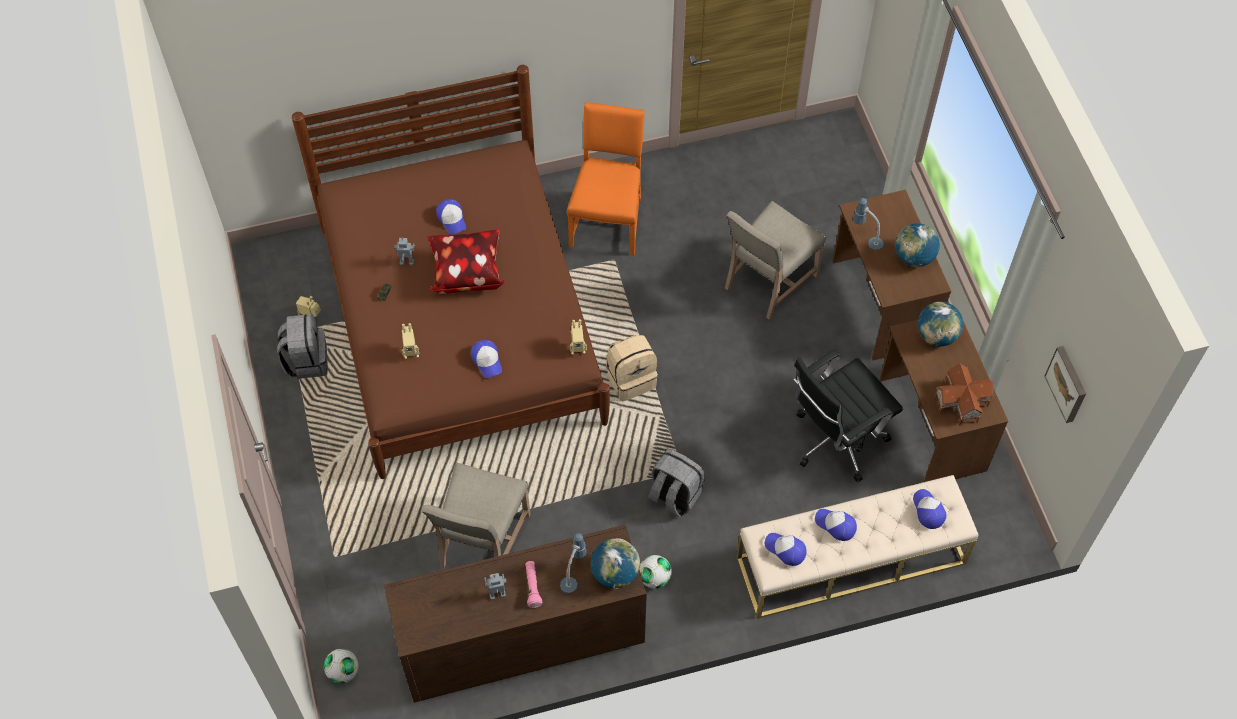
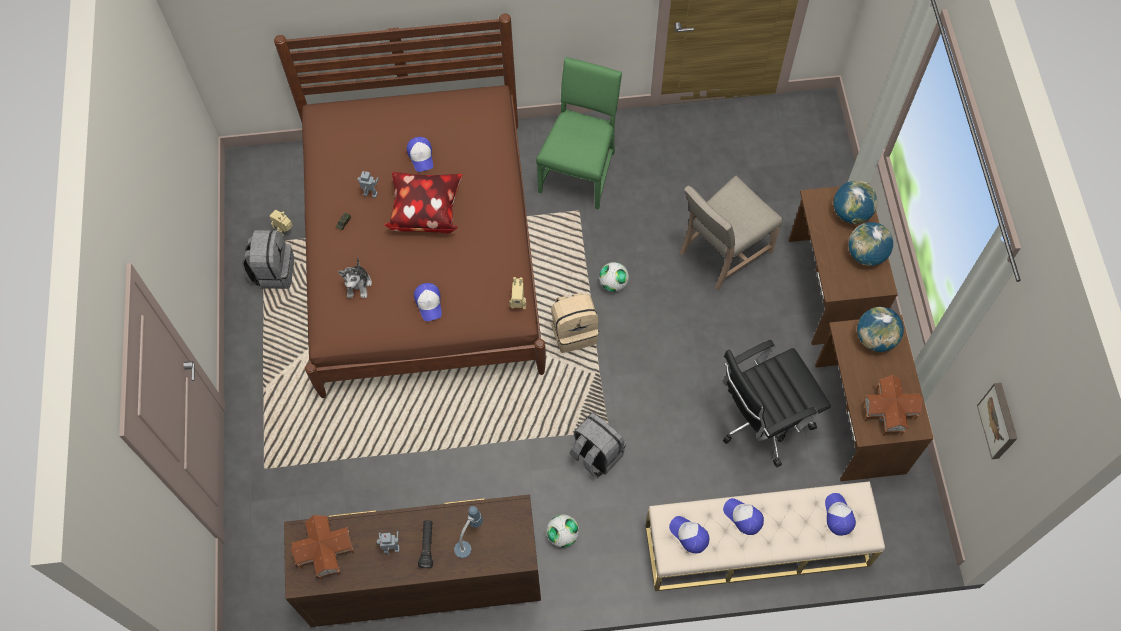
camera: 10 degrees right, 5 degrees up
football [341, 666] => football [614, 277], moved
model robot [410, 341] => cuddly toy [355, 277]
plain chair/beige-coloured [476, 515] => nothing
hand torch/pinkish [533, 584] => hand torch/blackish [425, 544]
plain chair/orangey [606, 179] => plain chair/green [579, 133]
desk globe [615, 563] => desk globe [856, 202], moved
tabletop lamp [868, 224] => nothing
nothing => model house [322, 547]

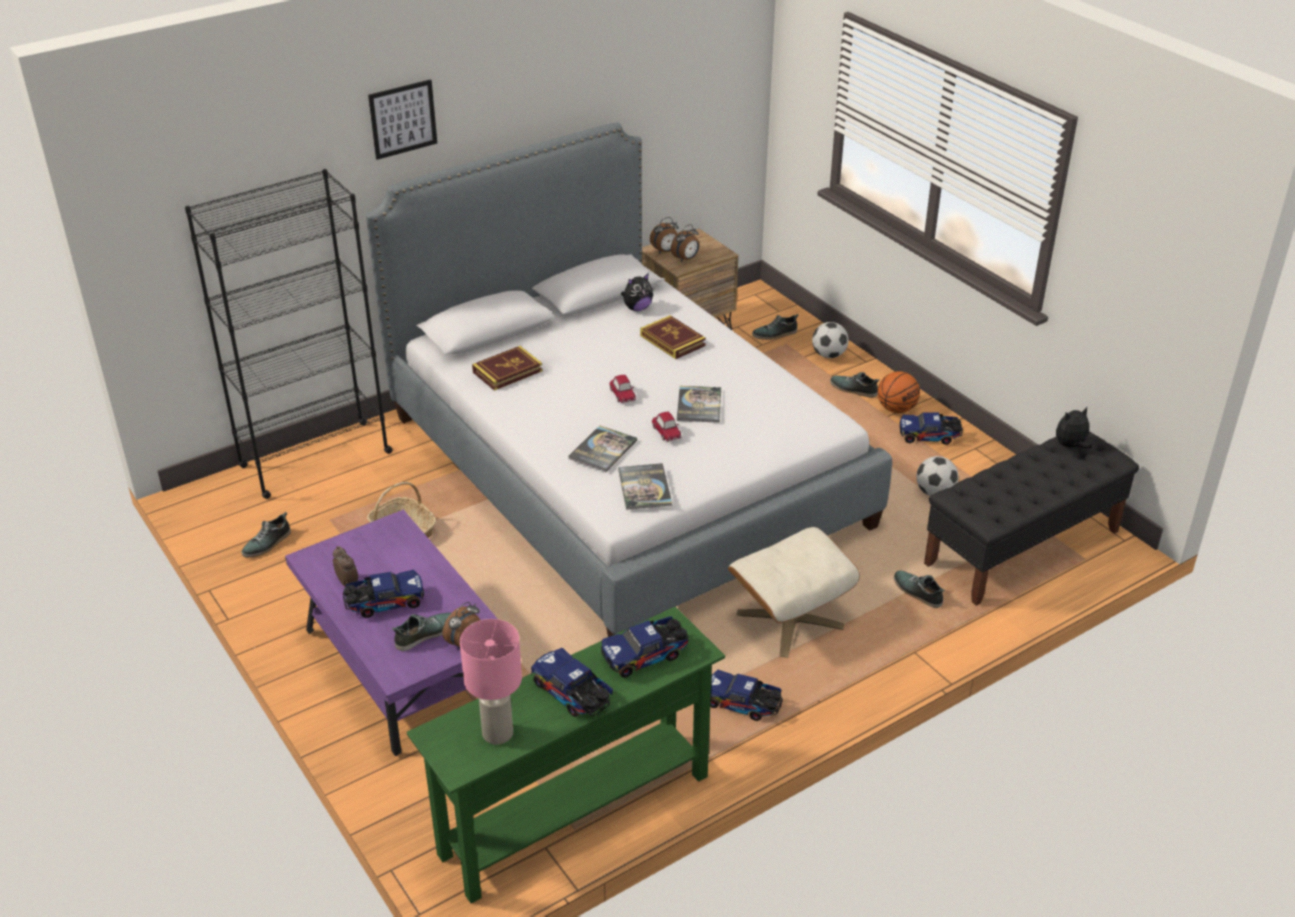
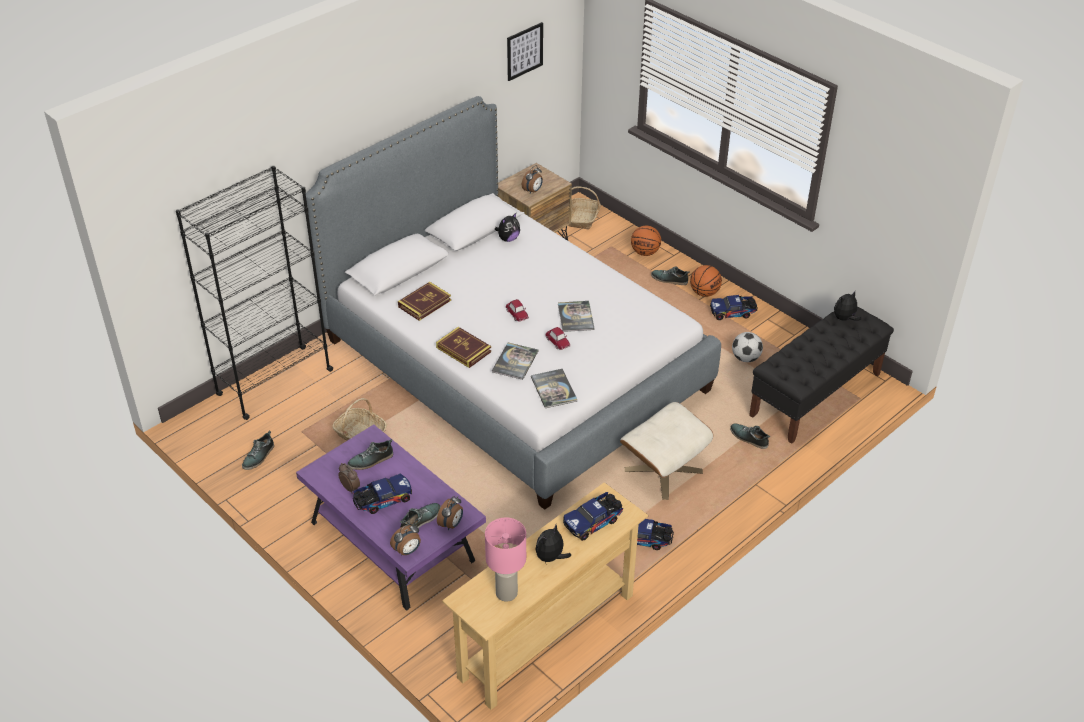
camera: 10 degrees left, 5 degrees up
wall art [402, 119] => wall art [525, 51], moved
hall table/green [566, 755] => hall table/beige-coloured [545, 596]
toy truck [572, 682] => cuddly toy [553, 544]
bound book [673, 337] => bound book [463, 347], moved
bedside clock [664, 235] => bedside clock [405, 540], moved
shoe [775, 327] => shoe [370, 454], moved
football [830, 340] => basketball ball [646, 241]
nothing => storage basket [585, 207]

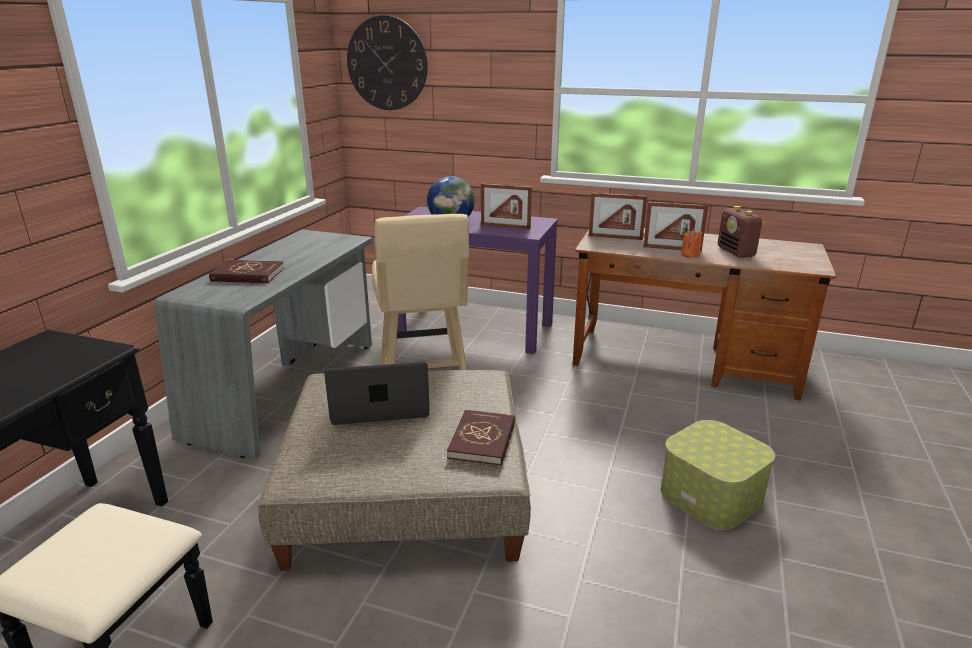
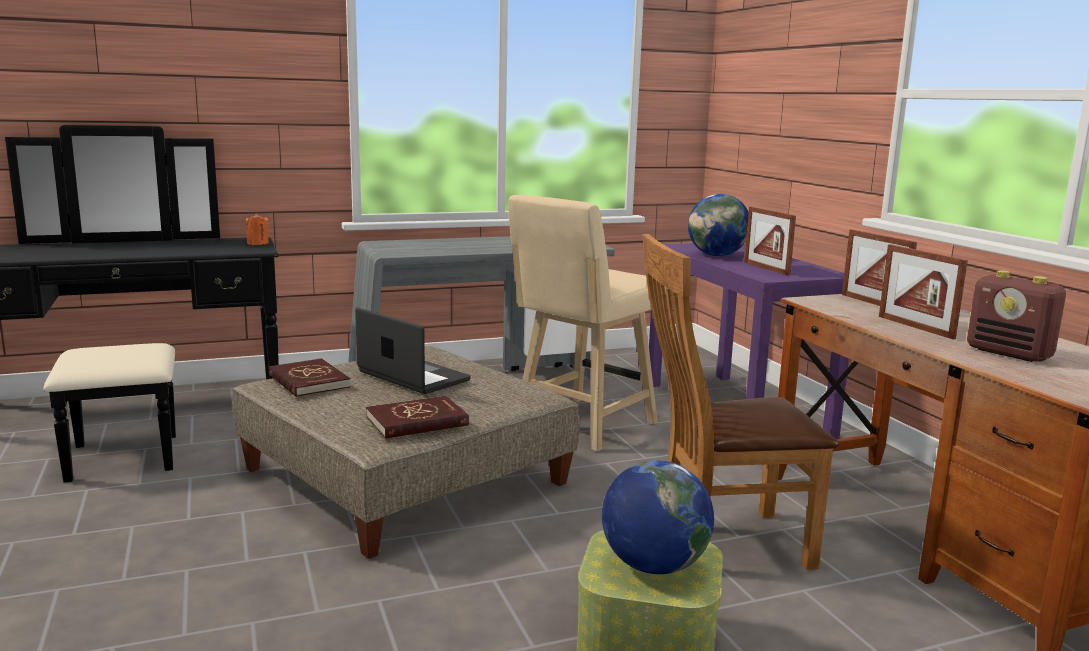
camera: 50 degrees right, 10 degrees down
bound book/red [246, 271] => bound book/red [310, 377], moved
wall clock [387, 62] => nothing
wax candle/orangey [691, 243] => wax candle/orangey [257, 229], moved
radio [741, 232] => radio [1016, 316], 75 degrees counterclockwise
nothing => desk globe [658, 517]
nothing => plain chair/brownish [741, 402]

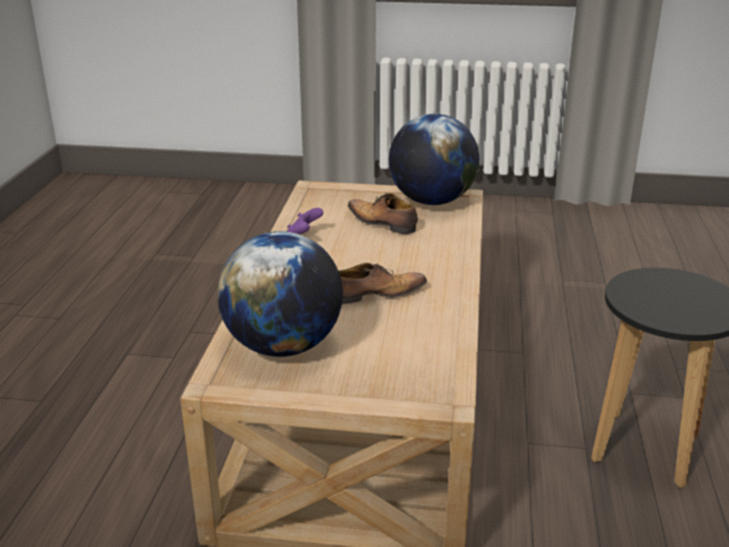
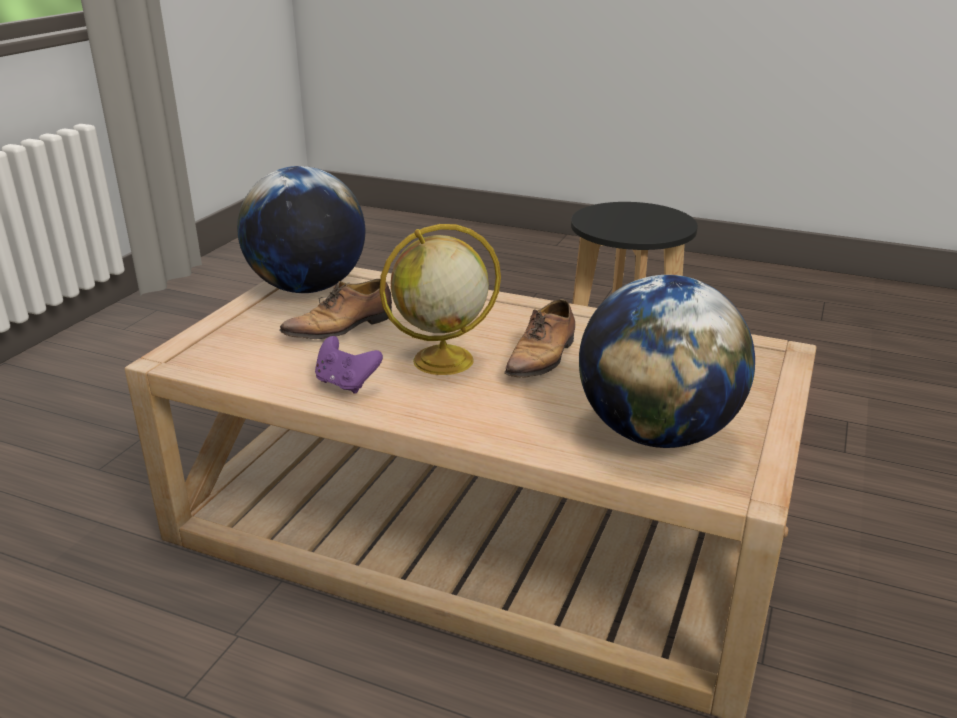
camera: 75 degrees left, 0 degrees up
shoe [383, 283] => shoe [539, 338], 150 degrees counterclockwise
nothing => desk globe [440, 299]

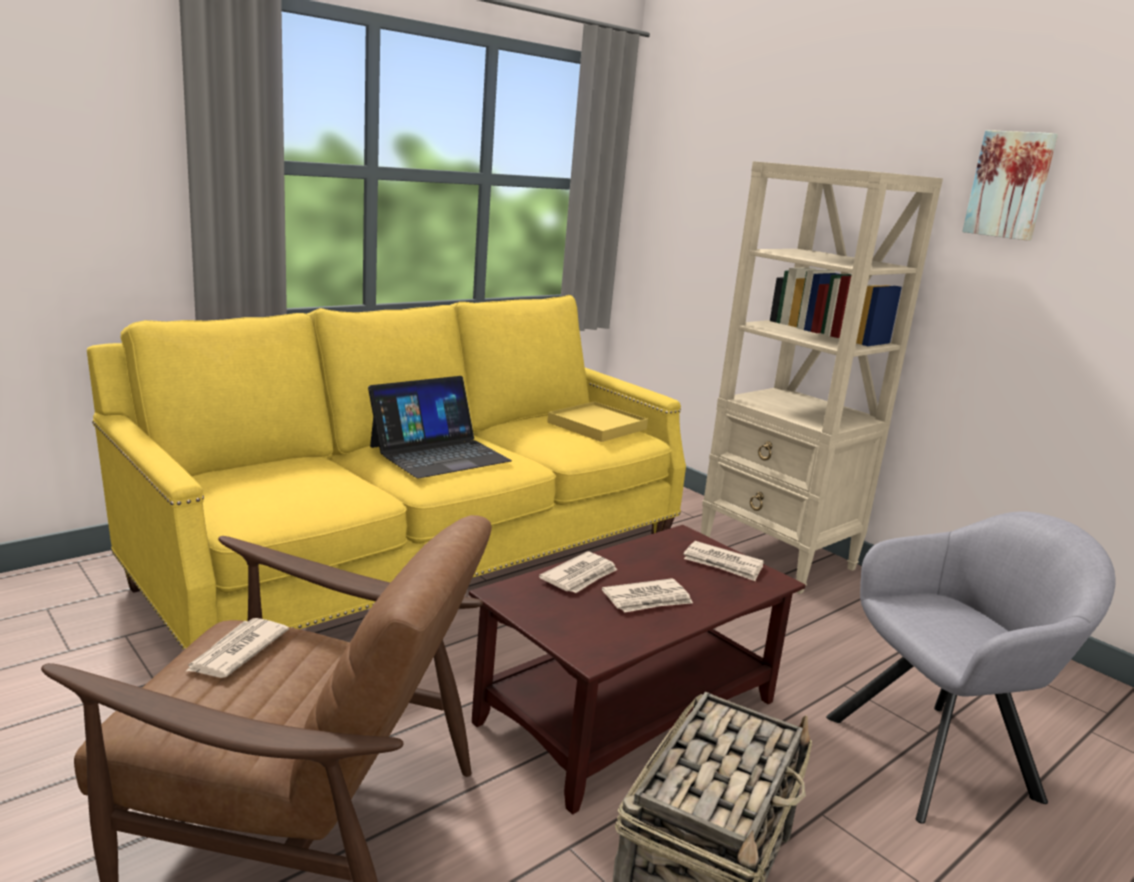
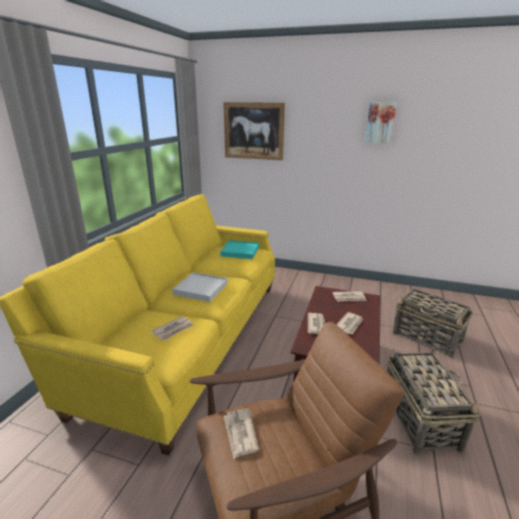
camera: 30 degrees left, 5 degrees up
laptop [440, 427] => carrying tray/whitish [200, 287]
carrying tray/yellow [597, 421] => carrying tray/blue-green [239, 249]
shelving unit/beige-coloured [822, 377] => nothing
armchair/gray [970, 667] => storage basket [432, 323]
nothing => newspaper [172, 328]
nothing => wall art [254, 131]

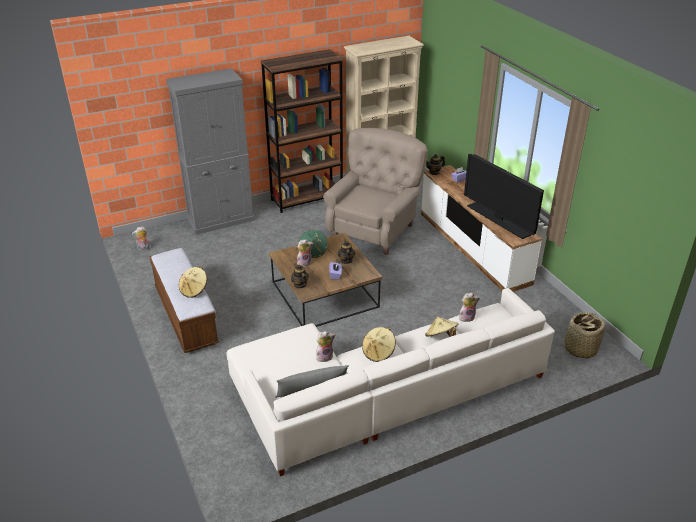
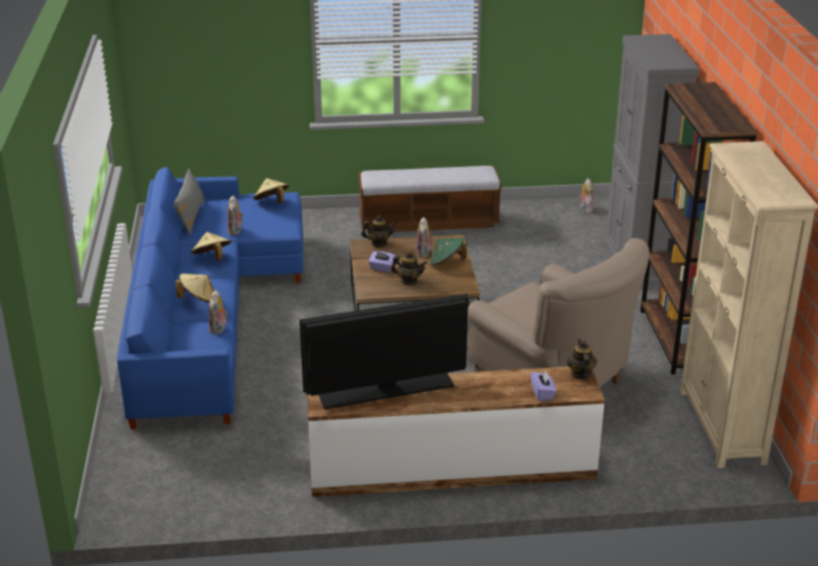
camera: 110 degrees right, 5 degrees down
clothing hat/beige-coloured [193, 282] => clothing hat/beige-coloured [271, 191], moved
couch/whitish [390, 382] => couch/blue-coloured [210, 298]
storage basket [584, 335] => nothing

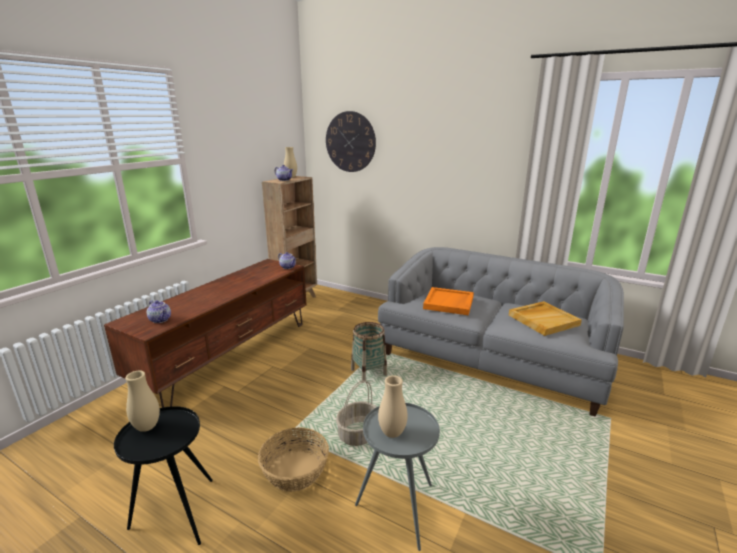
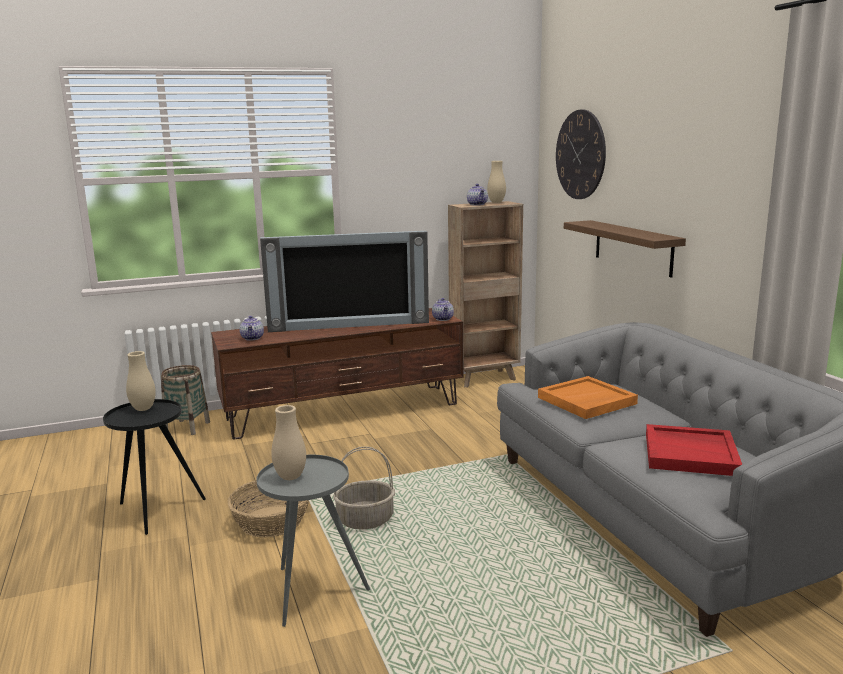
camera: 40 degrees right, 5 degrees down
storage basket [369, 352] => storage basket [185, 400], moved
carrying tray/beige-coloured [545, 318] => carrying tray/red [694, 450]
nothing => TV [344, 281]
nothing => shelf/brownish [625, 249]

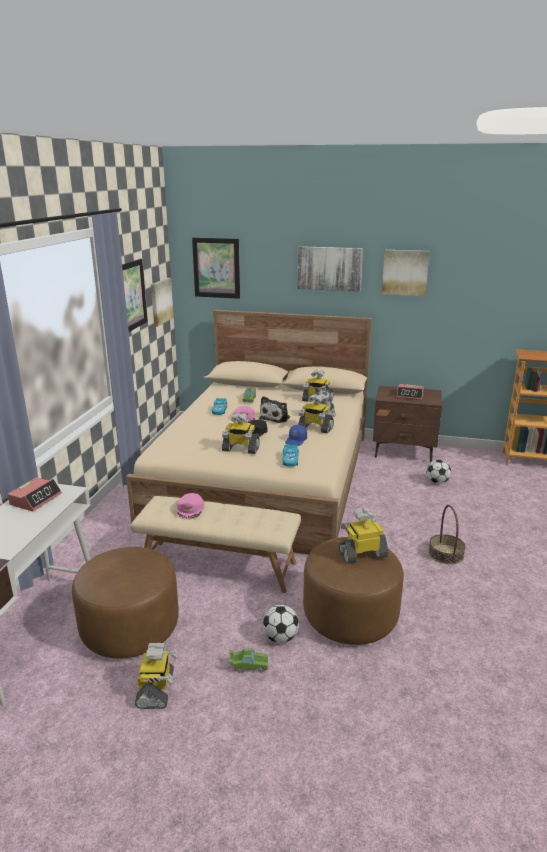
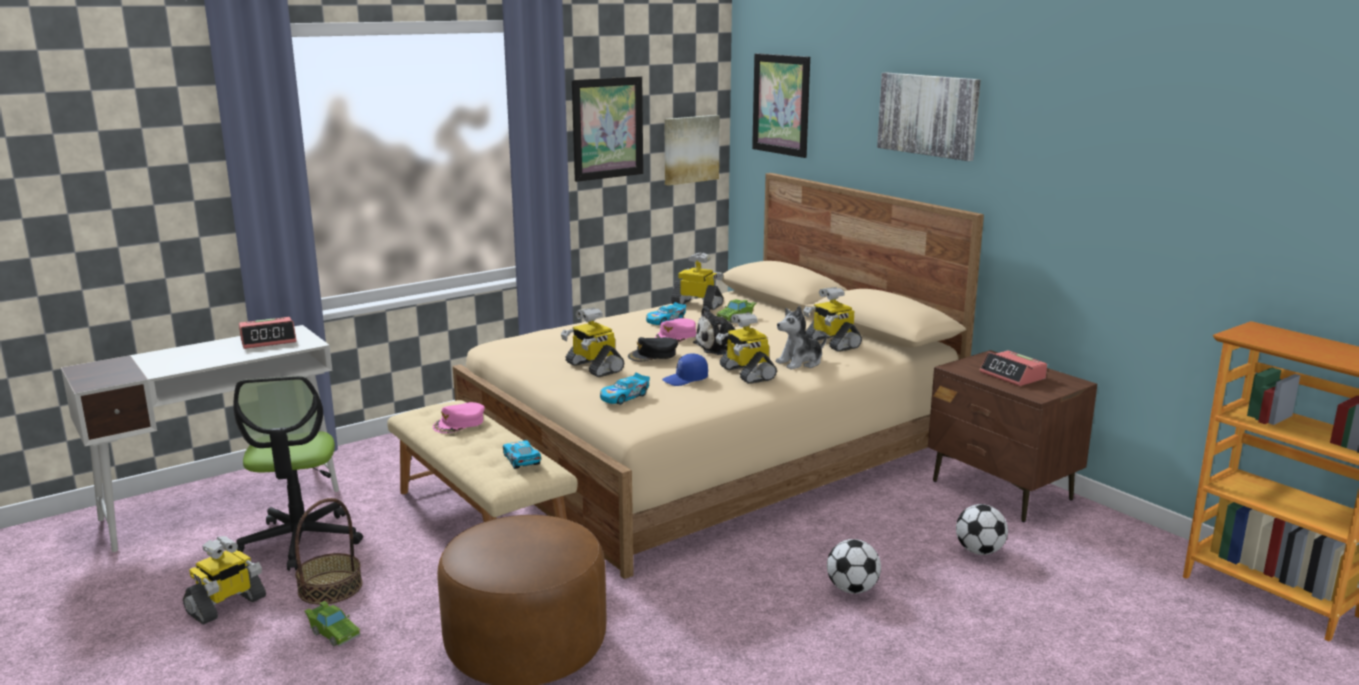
camera: 40 degrees right, 5 degrees down
footrest/brownish [125, 603] => computer chair [298, 473]
football [280, 624] => football [854, 566], moved
model robot [364, 535] => model robot [697, 281], moved
wall art [406, 273] => nothing
storage basket [447, 534] => storage basket [328, 551], moved
nothing => model car [522, 454]

